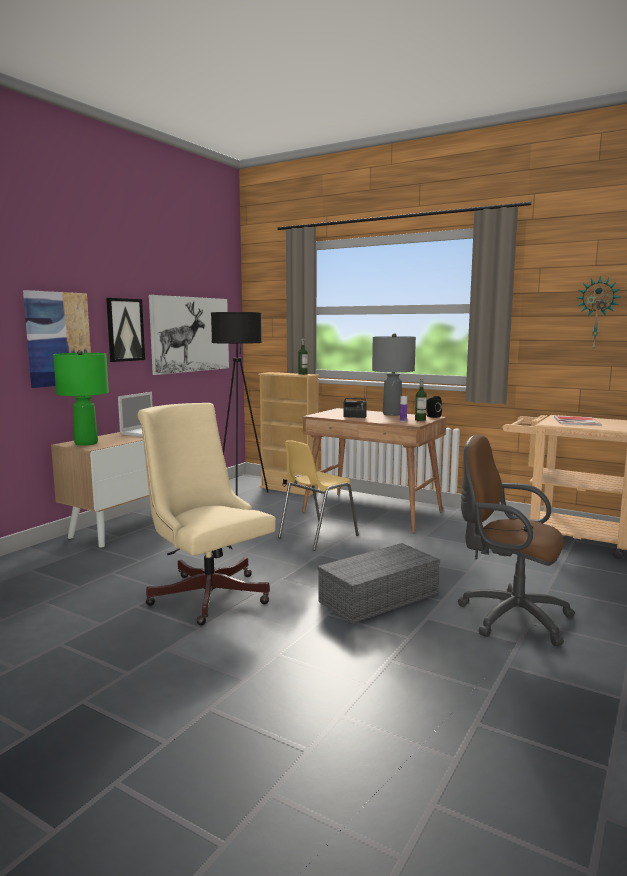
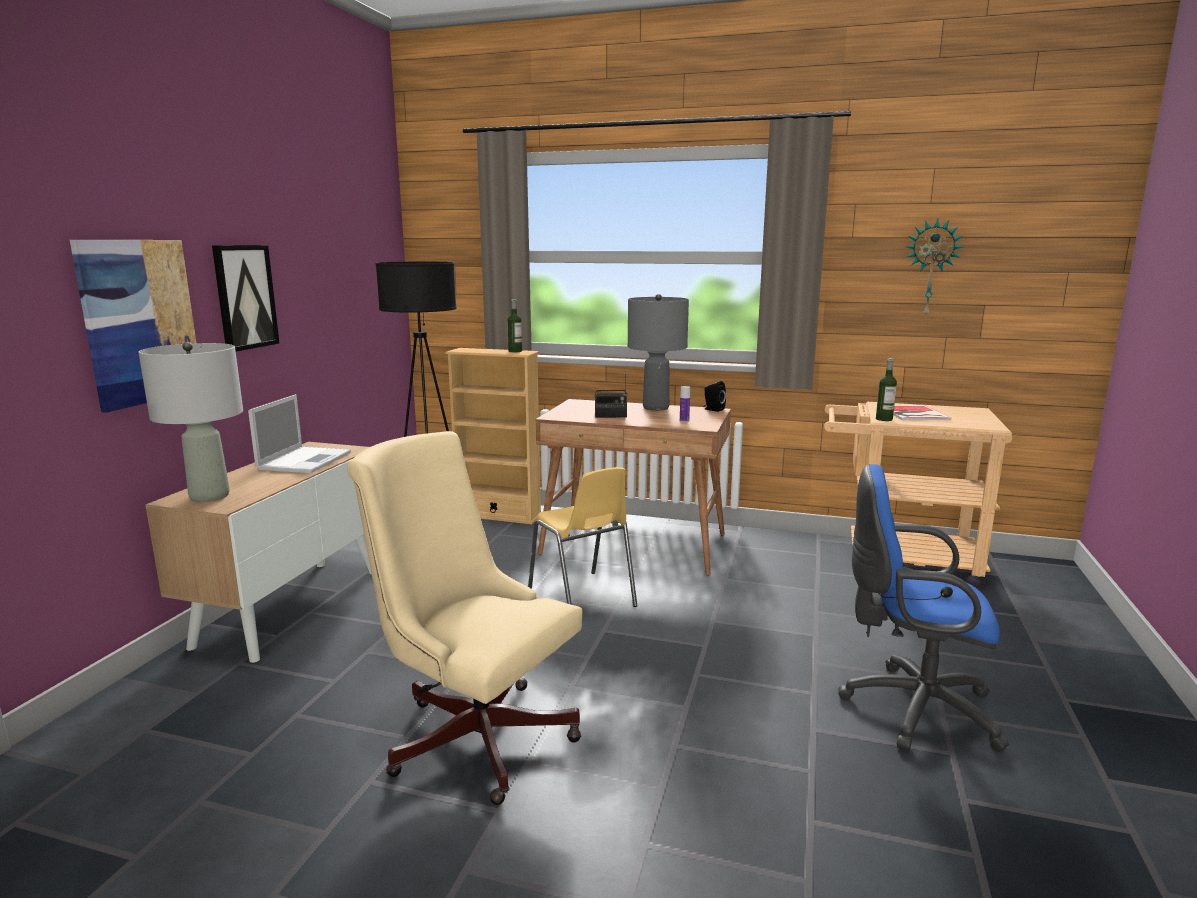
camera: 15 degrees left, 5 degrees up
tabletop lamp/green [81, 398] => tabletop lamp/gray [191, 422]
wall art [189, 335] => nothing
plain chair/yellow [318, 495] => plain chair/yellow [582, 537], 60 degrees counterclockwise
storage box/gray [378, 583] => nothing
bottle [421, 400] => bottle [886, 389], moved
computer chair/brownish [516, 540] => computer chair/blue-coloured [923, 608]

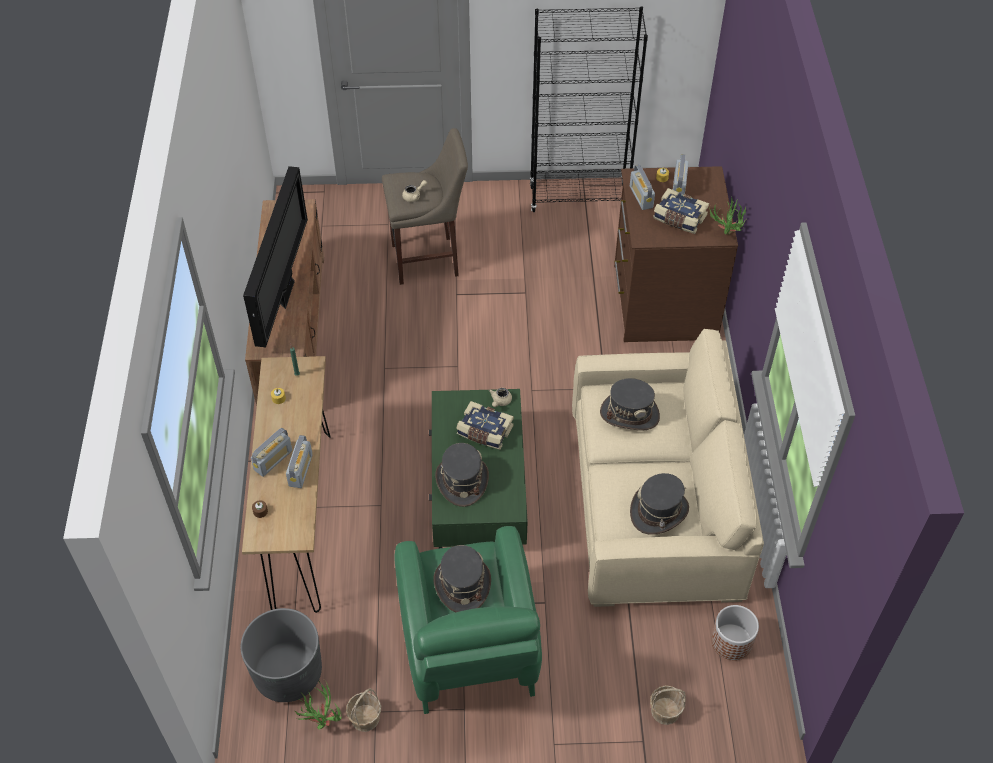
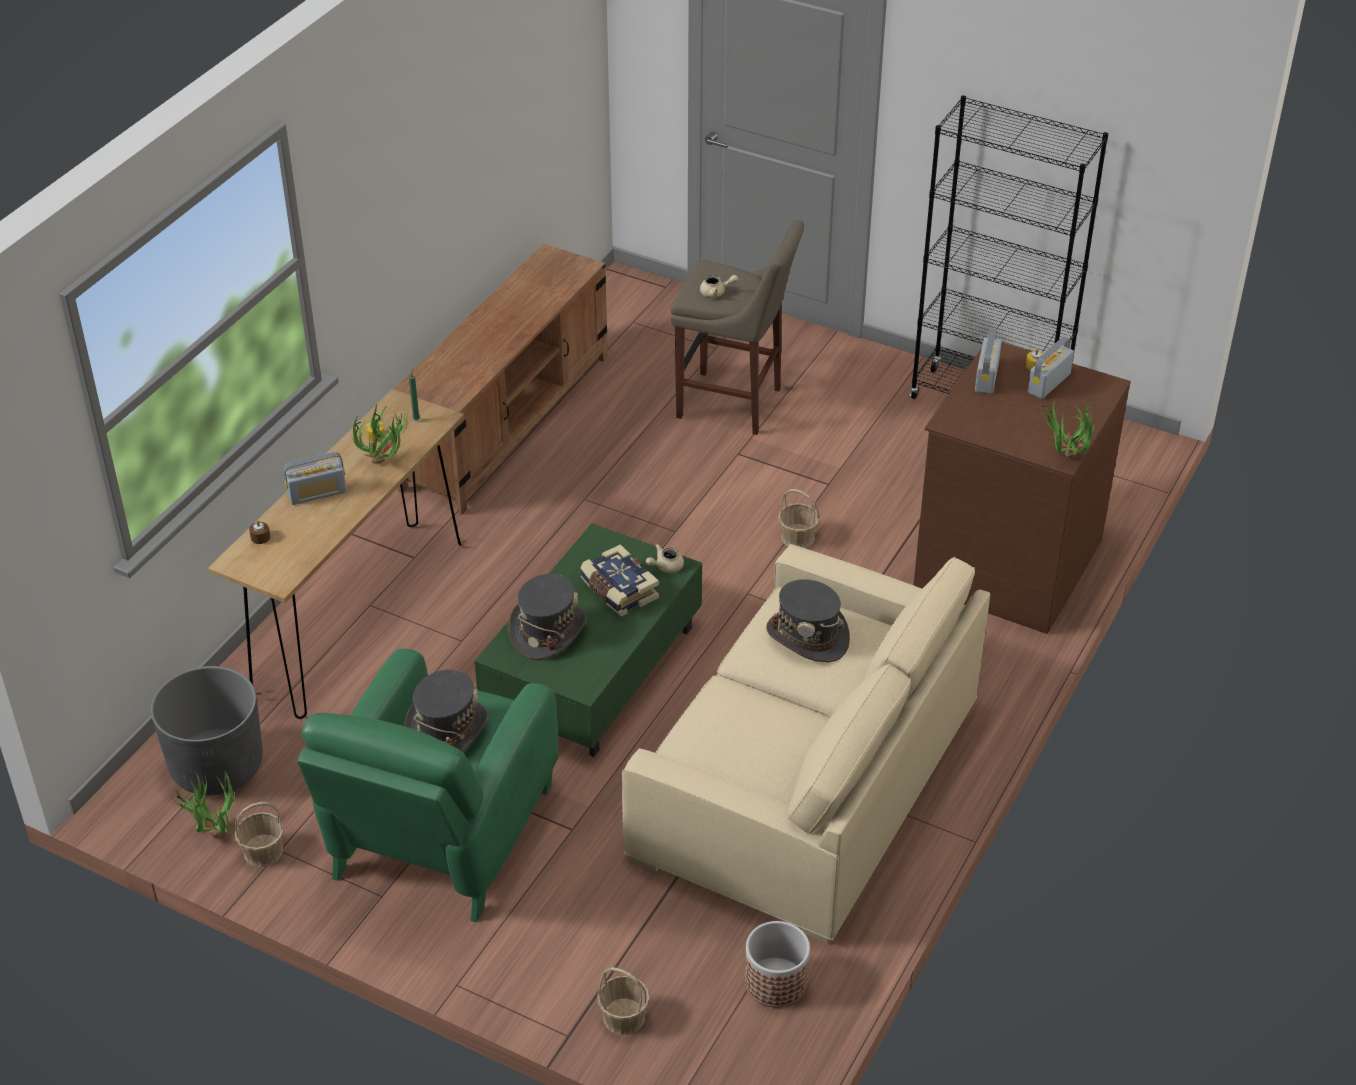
camera: 30 degrees right, 10 degrees down
TV [275, 256] => nothing
radio [299, 461] => nothing
clothing hat/gray [659, 504] => nothing
bound book [681, 211] => nothing
nothing => plant in a pot [379, 434]
nothing => storage basket [799, 518]

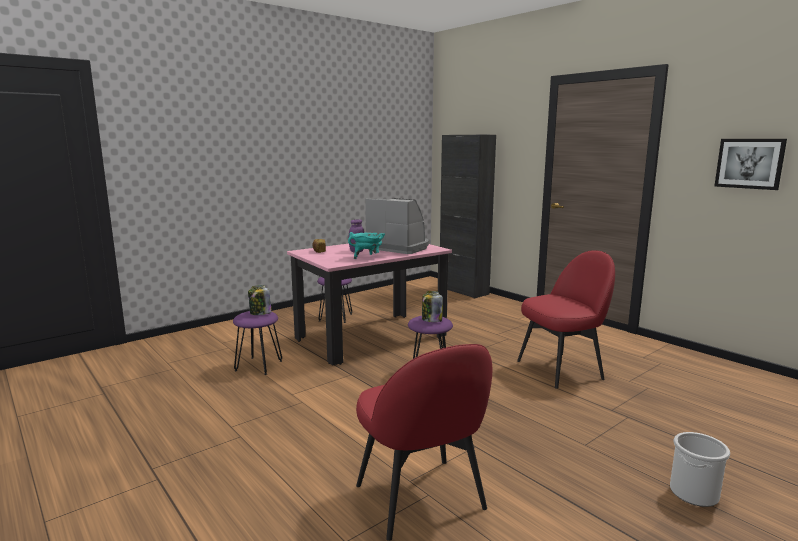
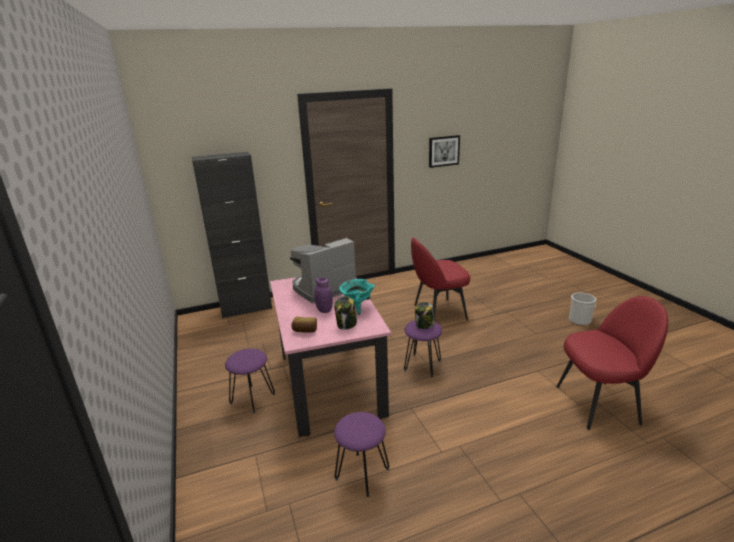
camera: 70 degrees left, 10 degrees up
jar [260, 300] => jar [345, 313], moved
plain chair/red [566, 319] => plain chair/red [440, 279], 105 degrees counterclockwise

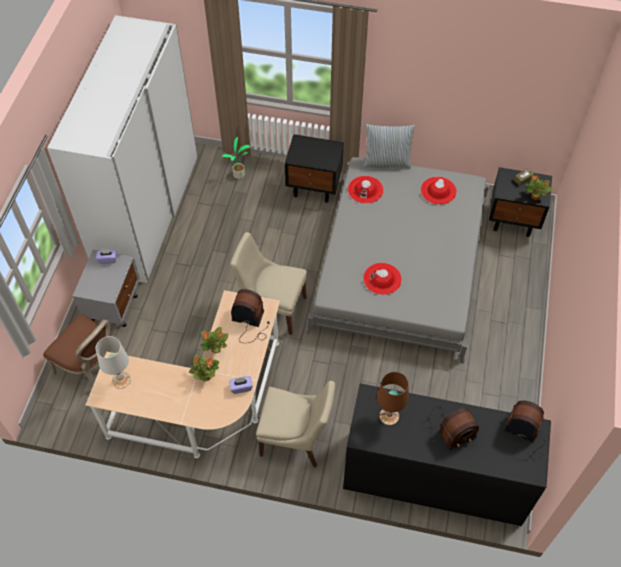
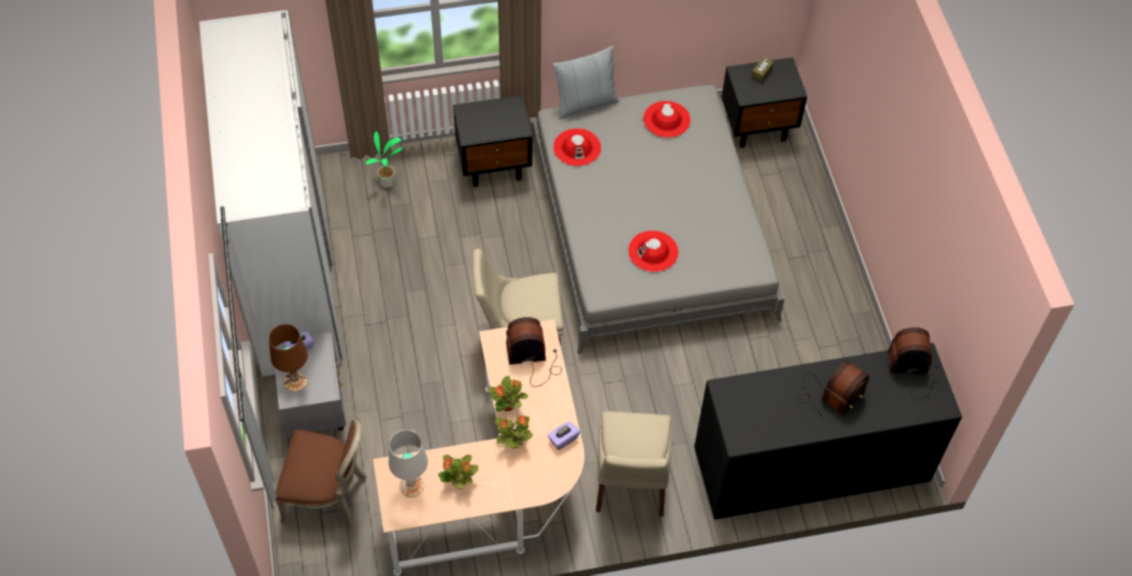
camera: 25 degrees left, 0 degrees up
plain chair/beige-coloured [295, 424] => plain chair/beige-coloured [634, 463], 105 degrees clockwise
tabletop lamp/brownish [392, 398] => tabletop lamp/brownish [288, 358], moved
plant in a pot [538, 187] => plant in a pot [458, 471], moved

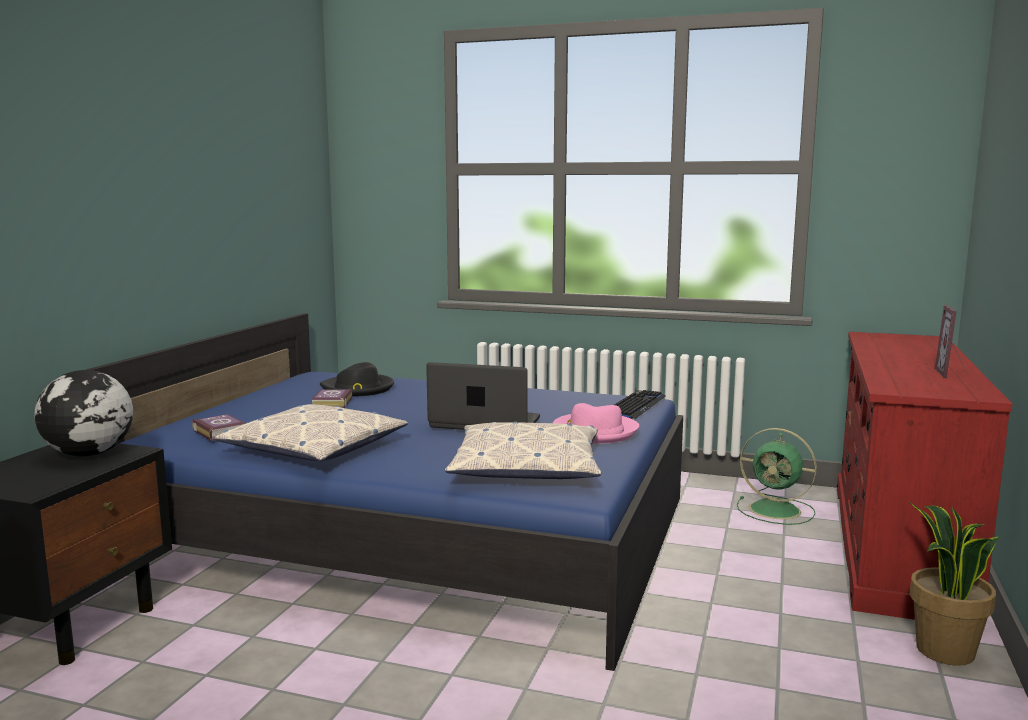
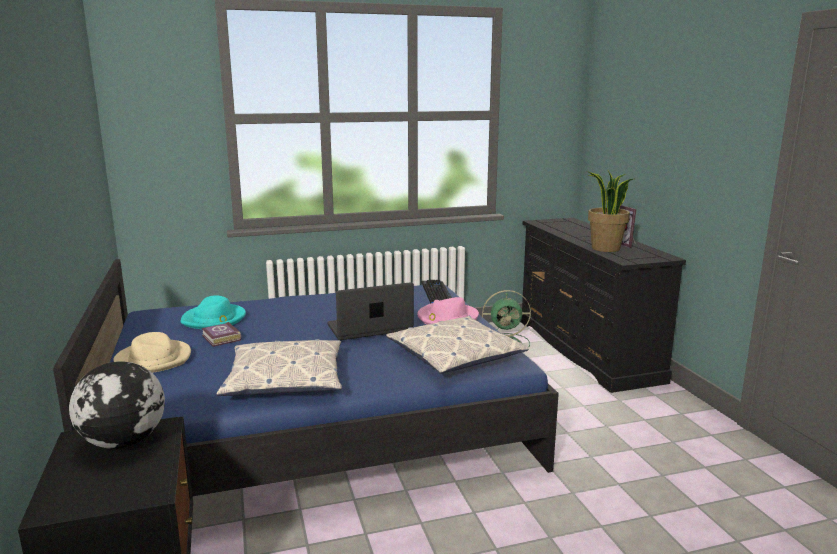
camera: 35 degrees left, 5 degrees up
bound book [219, 427] => nothing
clothing hat/blackish [357, 379] => clothing hat/blue-green [213, 312]
dresser/red [924, 476] => dresser/blackish [603, 305]
plant in a pot [954, 584] => plant in a pot [610, 210], moved
nothing => clothing hat/beige-coloured [152, 352]

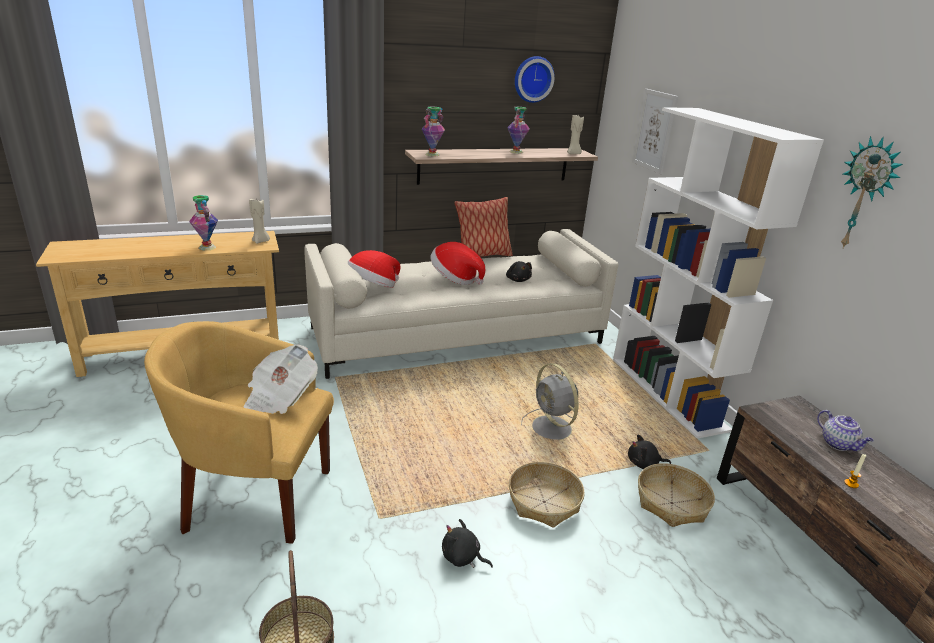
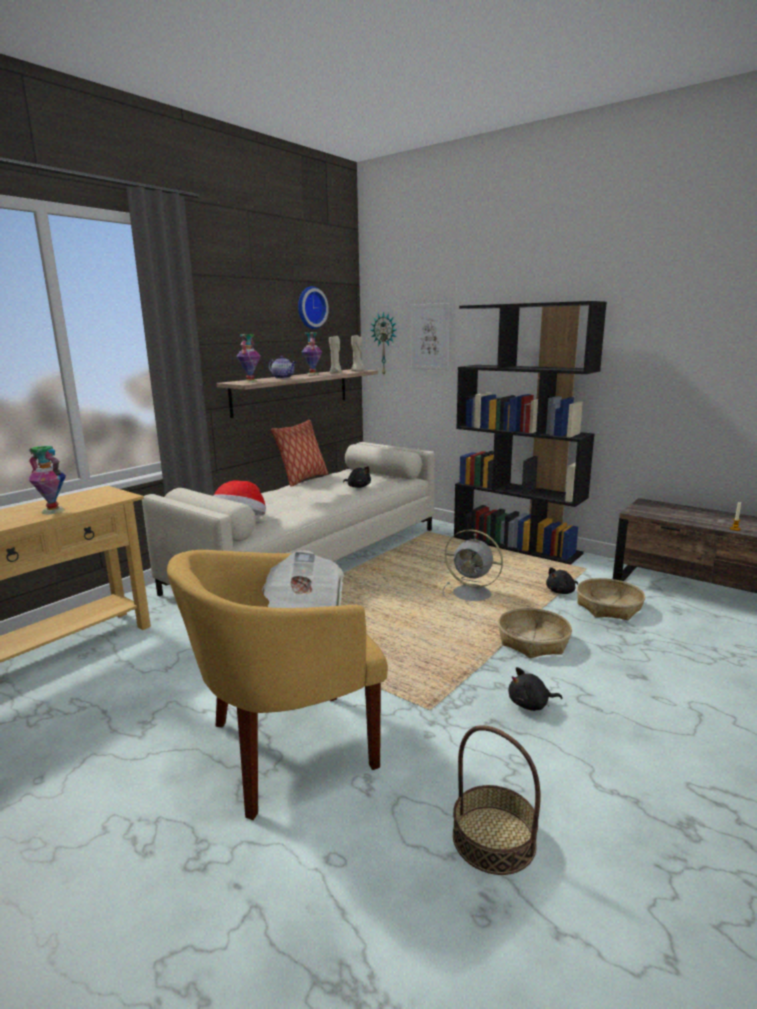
camera: 30 degrees left, 10 degrees down
wax candle/beige-coloured [259, 221] => wax candle/beige-coloured [335, 355], moved
clothing hat [458, 263] => nothing
shelving unit/whitish [718, 273] => shelving unit/blackish [530, 433]
teapot [845, 430] => teapot [282, 367], moved
wall clock [872, 192] => wall clock [384, 343], moved

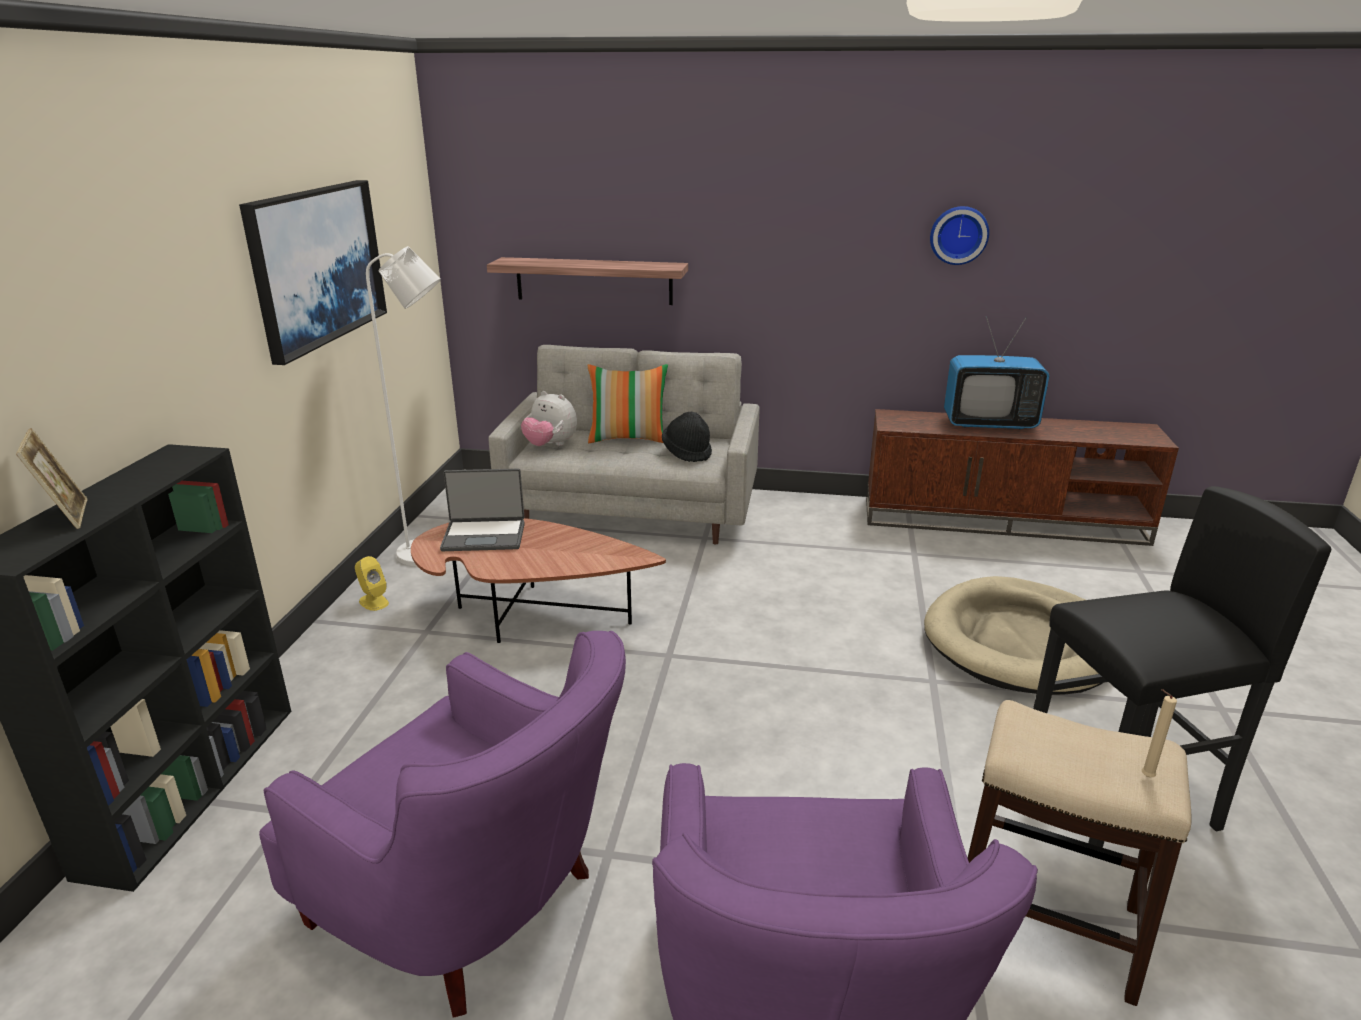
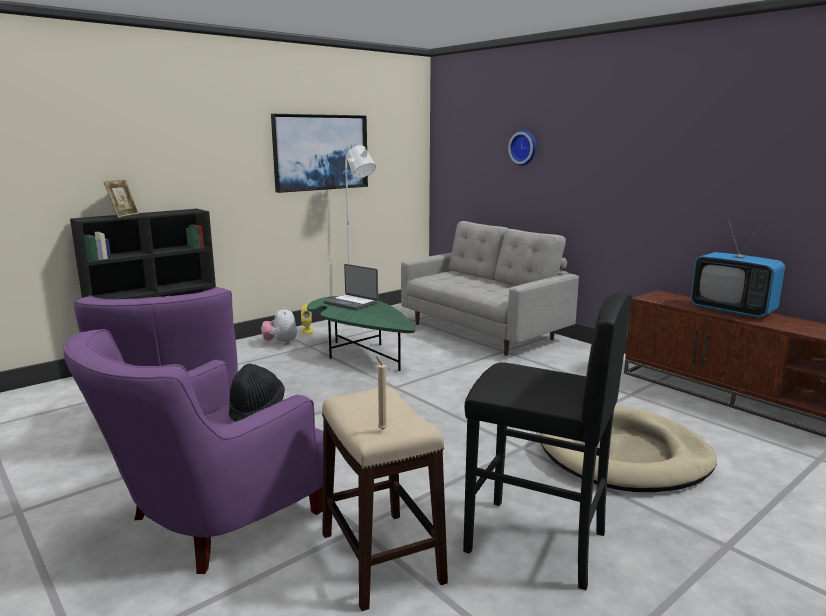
camera: 40 degrees right, 10 degrees down
low table/brownish [538, 580] => low table/green [361, 333]
shelf [587, 281] => nothing
cuddly toy [549, 418] => cuddly toy [279, 326], moved
throw pillow [627, 403] => nothing
clothing hat/blackish [687, 437] => clothing hat/blackish [257, 392], moved
wall clock [959, 235] => wall clock [522, 148], moved

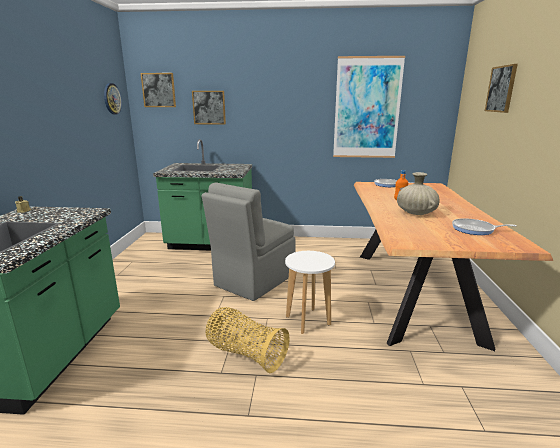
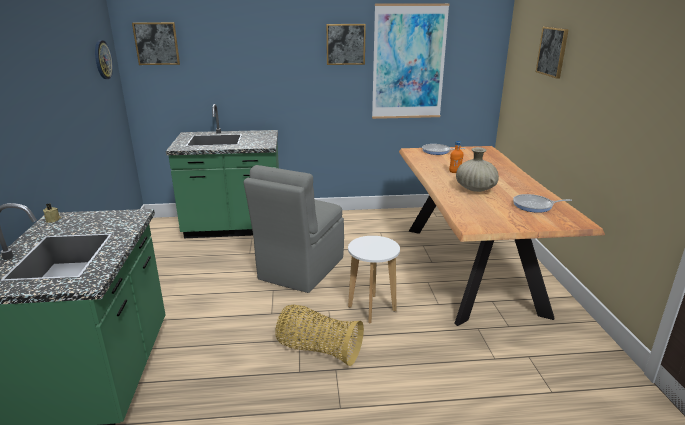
camera: 10 degrees left, 5 degrees up
wall art [209, 108] => wall art [346, 44], moved

